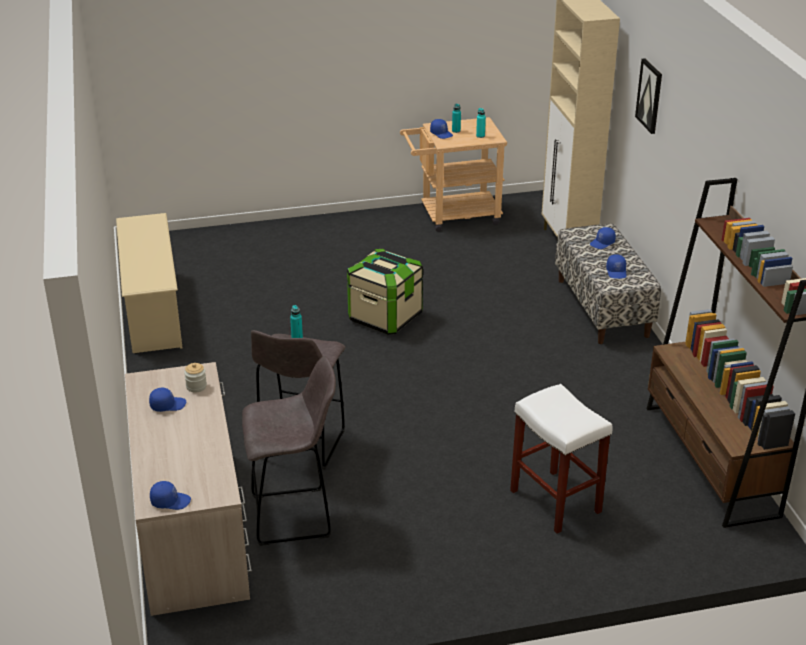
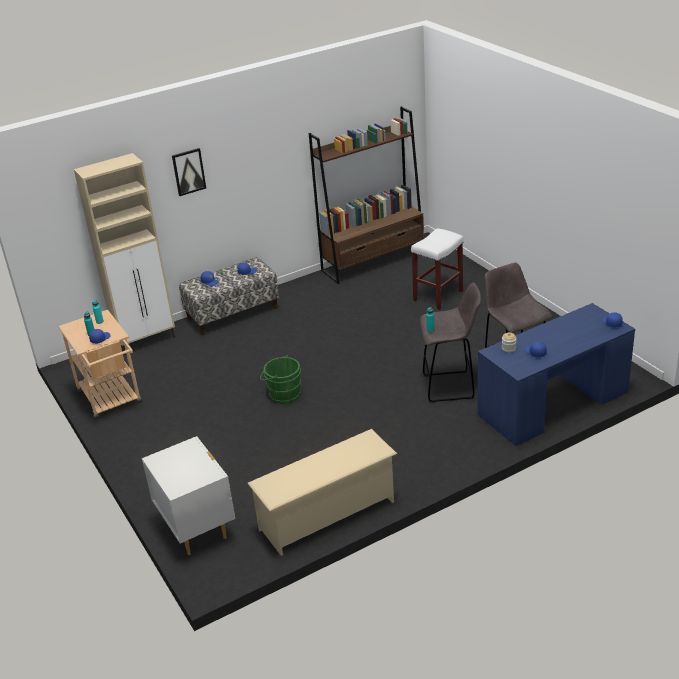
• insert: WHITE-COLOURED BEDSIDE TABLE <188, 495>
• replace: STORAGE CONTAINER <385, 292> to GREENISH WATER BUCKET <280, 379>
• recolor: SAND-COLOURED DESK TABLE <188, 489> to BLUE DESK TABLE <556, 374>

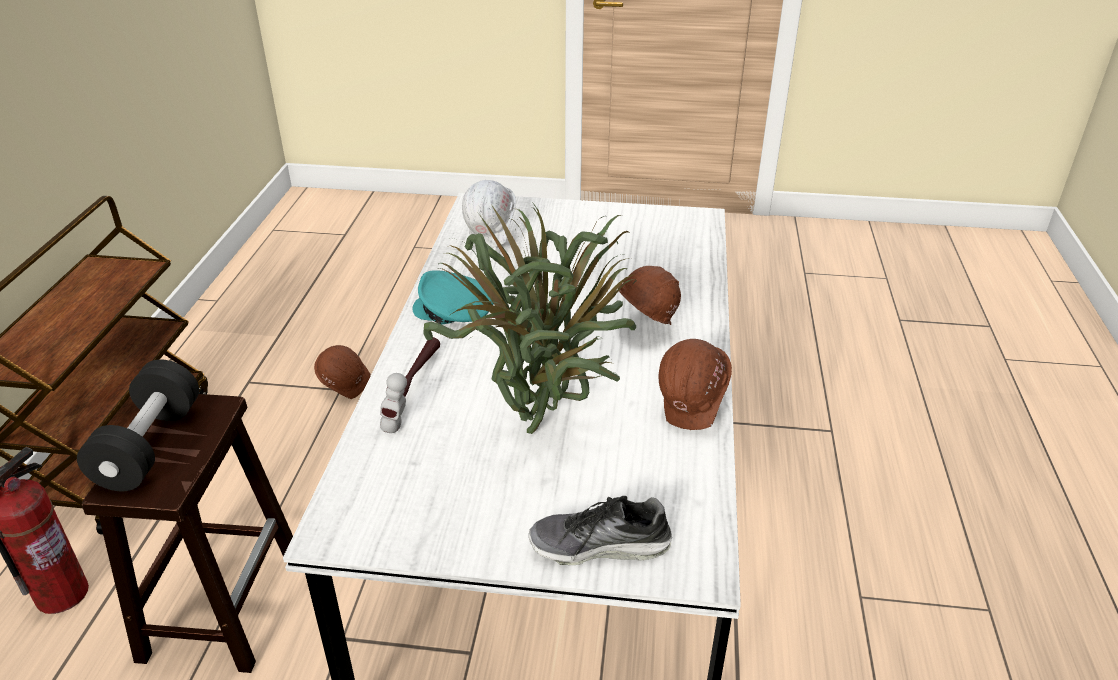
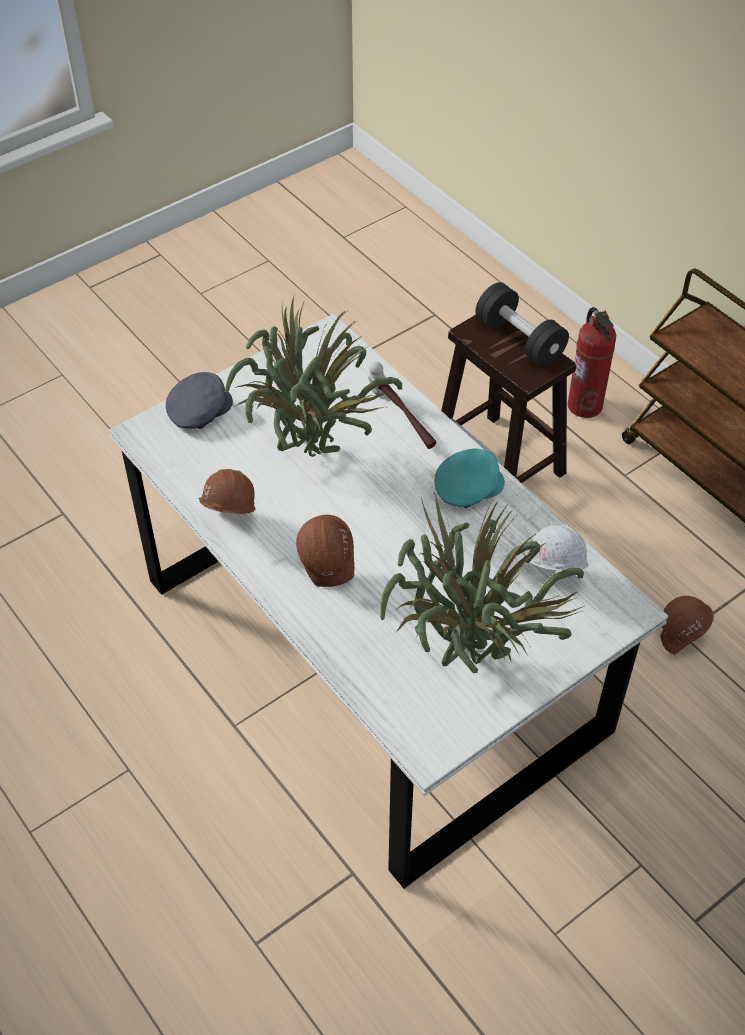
• insert: PLANT IN A POT <482, 582>
• replace: SHOE <600, 530> to GREY BASEBALL CAP <199, 400>

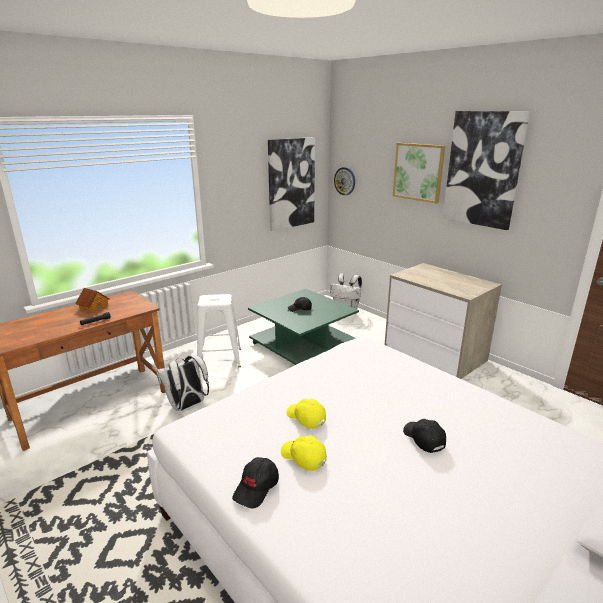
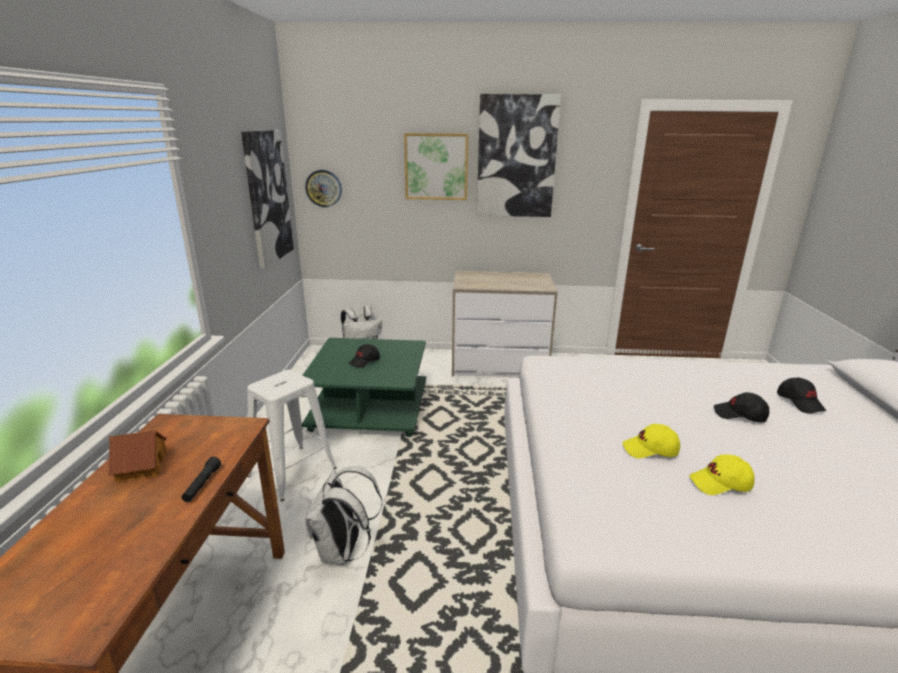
• move: BLACK-COLOURED BASEBALL CAP <255, 482> to <801, 395>

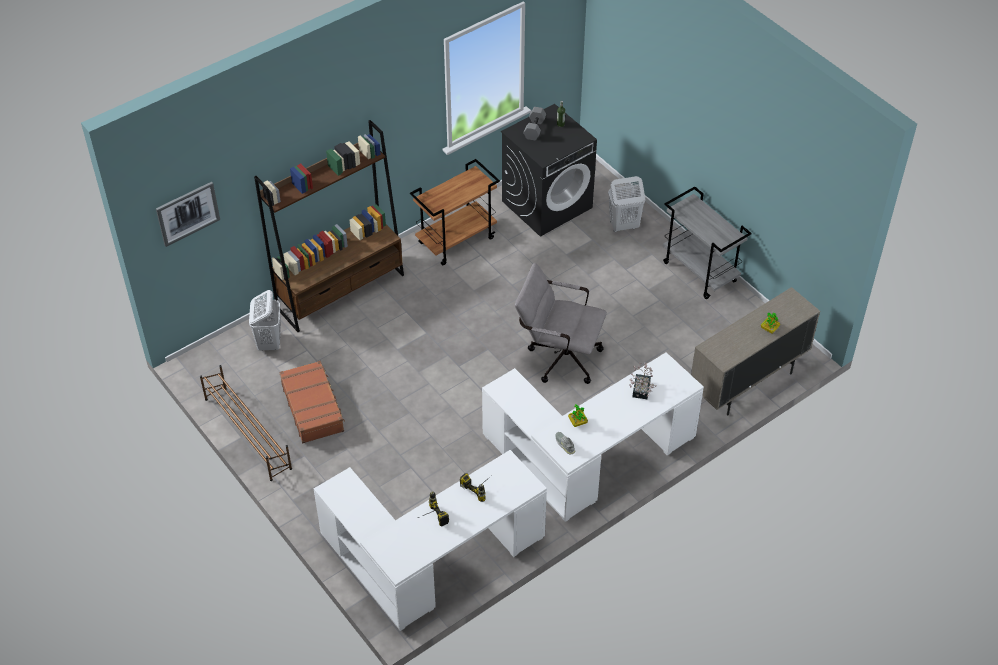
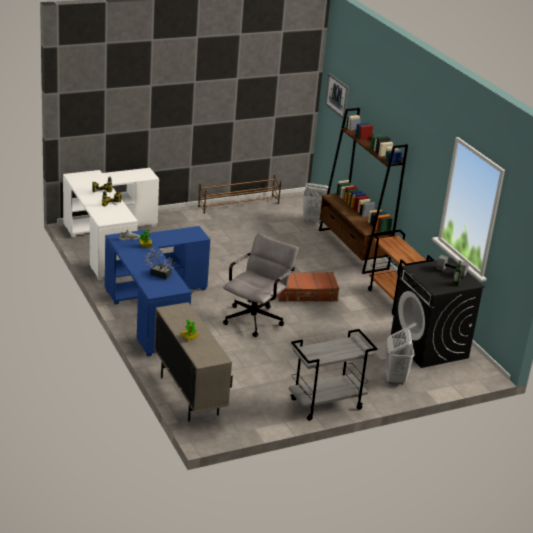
• move: BROWN PIECE OF LUGGAGE <312, 402> to <308, 287>
• recolor: WHITE-COLOURED DESK TABLE <593, 437> to BLUE DESK TABLE <157, 291>

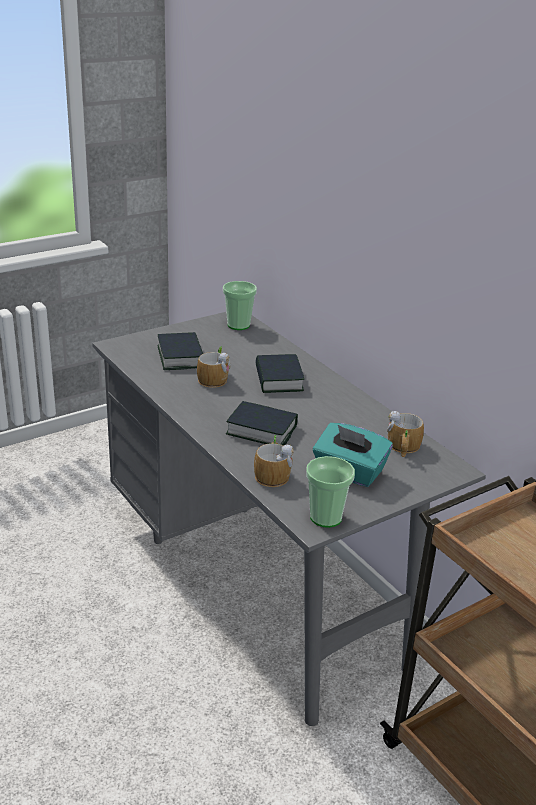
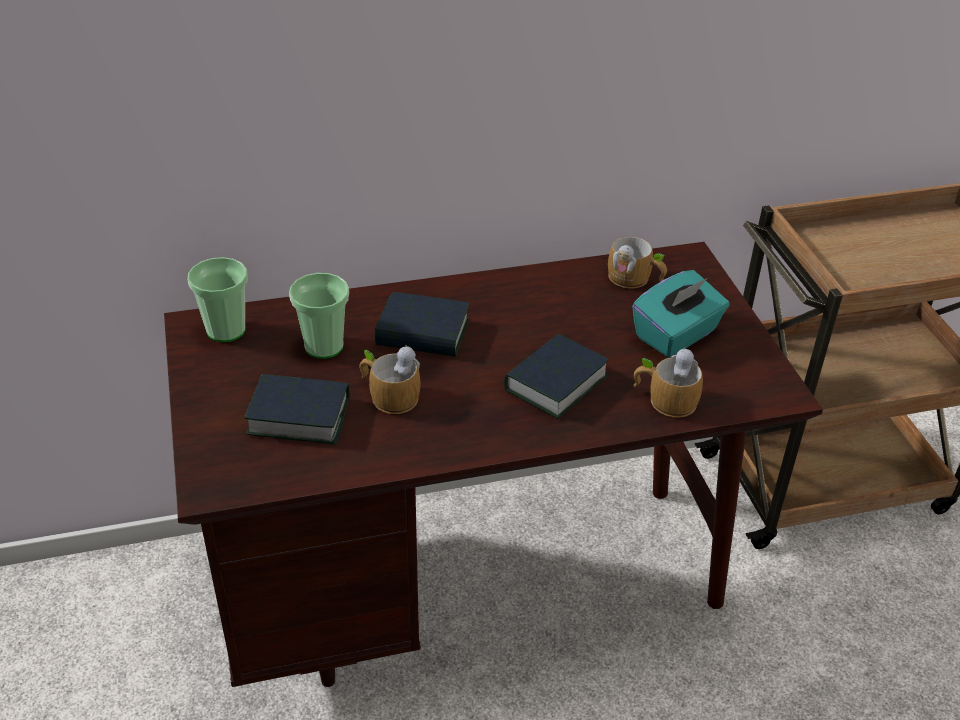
• move: CUP <330, 492> to <319, 316>
• recolor: GREY DESK TABLE <289, 519> to BROWN DESK TABLE <493, 464>

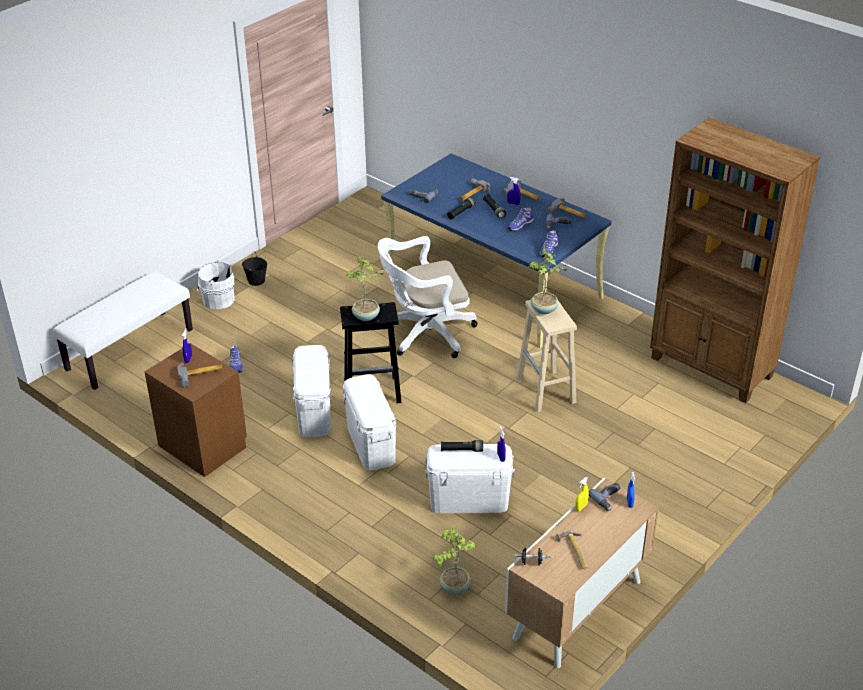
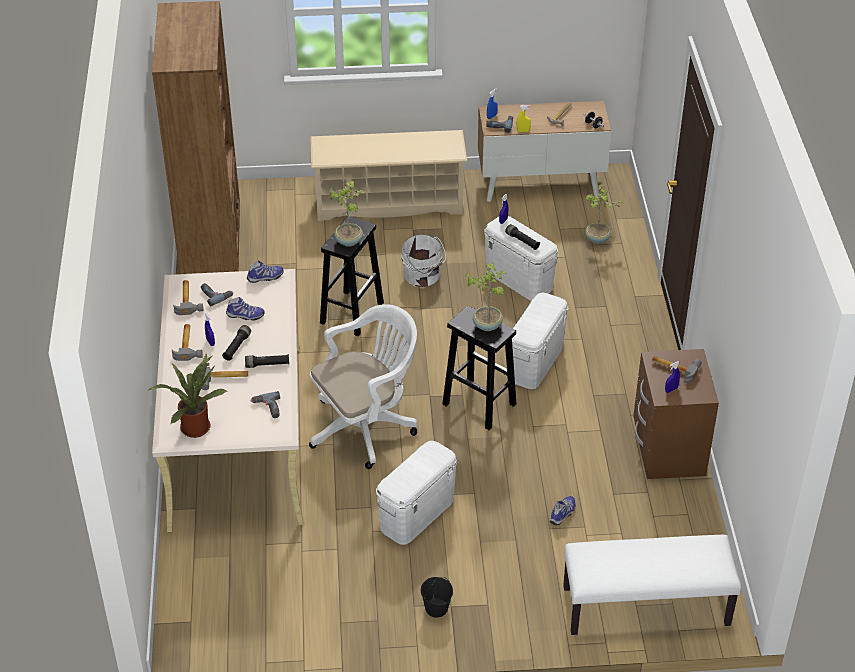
• insert: PLANT IN A POT <188, 395>
• insert: SAND-COLOURED SHOE RACK <389, 175>
• move: WHITE-COLOURED WATER BUCKET <216, 284> to <423, 260>
• move: WHITE-COLOURED STORAGE CONTAINER <312, 391> to <416, 493>
• recolor: BLUE DESK TABLE <496, 250> to SAND-COLOURED DESK TABLE <228, 400>
• recolor: SAND-COLOURED STOOL <546, 356> to BLACK-COLOURED STOOL <352, 276>
• rotate: WHITE-COLOURED OFFICE CHAIR <427, 297> = <363, 386> 60 degrees counterclockwise

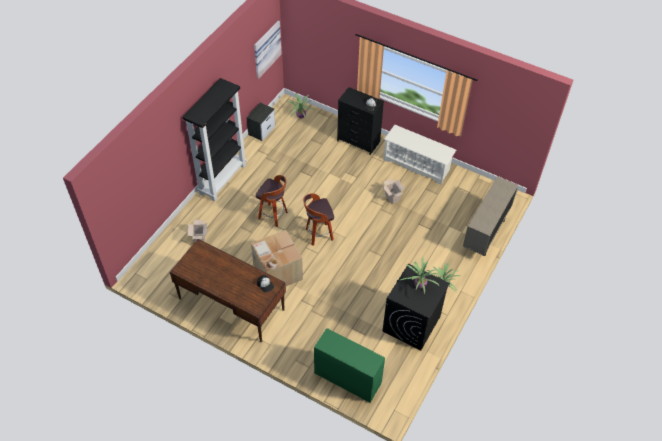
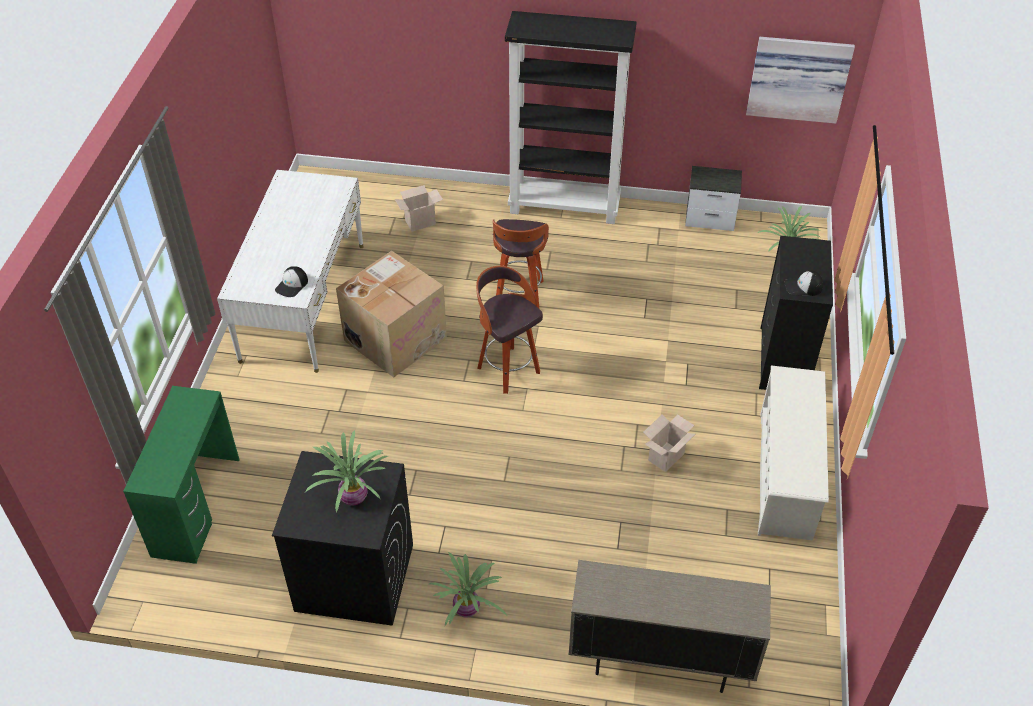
• recolor: BROWN DESK TABLE <228, 290> to WHITE-COLOURED DESK TABLE <290, 271>

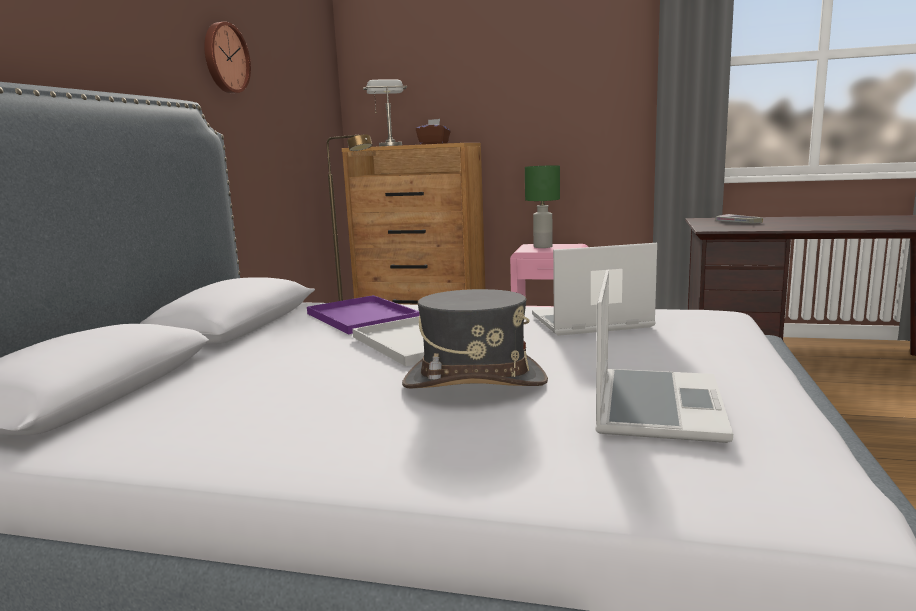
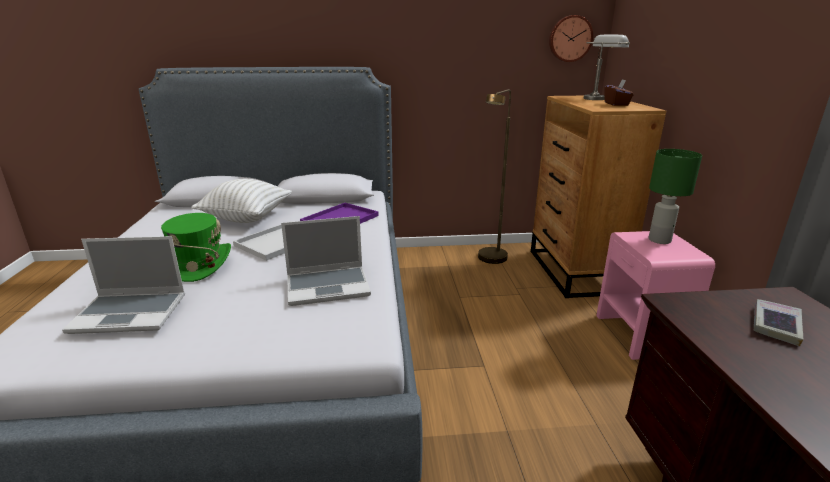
• insert: WHITE-COLOURED THROW PILLOW <241, 201>
• move: CLOCK ON THE WALL <227, 57> to <571, 38>
• recolor: GREY HAT <475, 338> to GREENISH HAT <196, 247>
• rotate: NOTEBOOK COMPUTER <594, 289> = <326, 261> 105 degrees clockwise

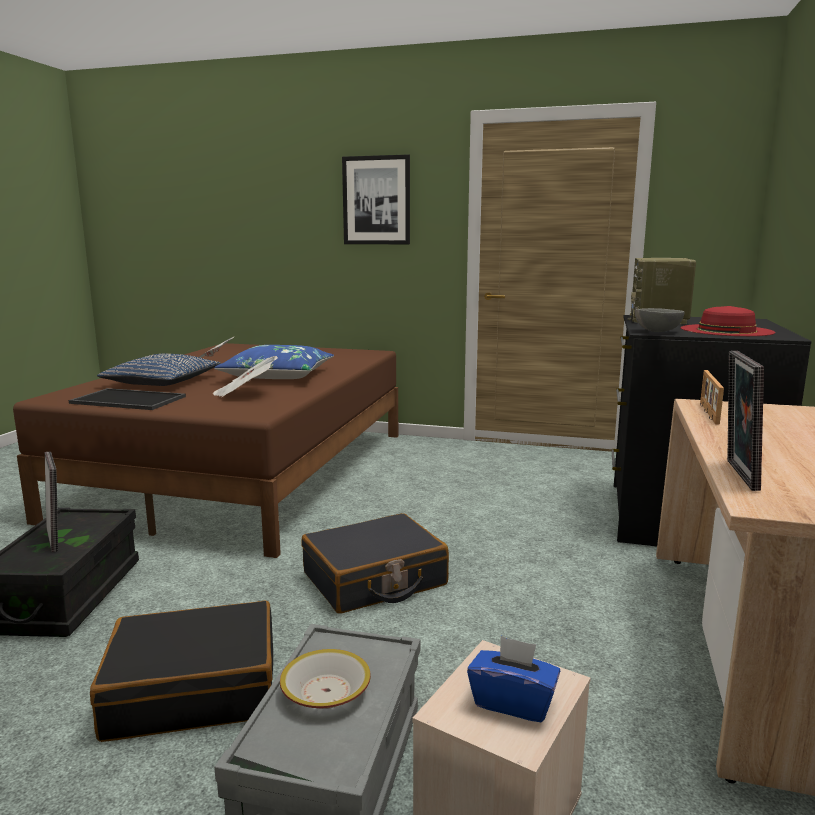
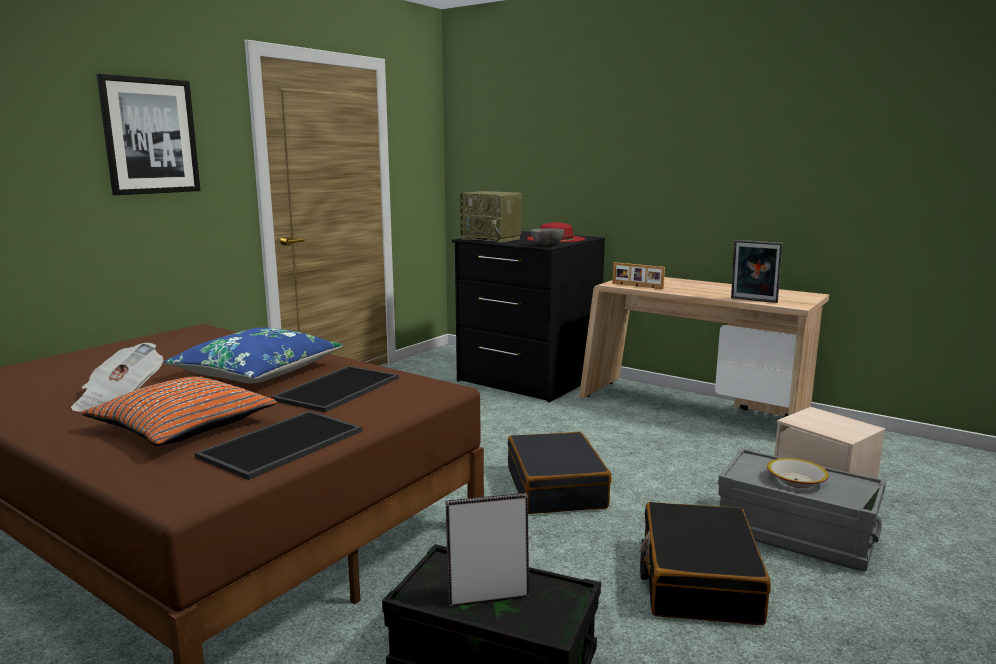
• delete: BLUE TISSUE HOLDER <513, 679>
• replace: DAILY PAPER <245, 376> to SERVING TRAY <335, 389>
• recolor: BLUE THROW PILLOW <159, 370> to ORANGEY THROW PILLOW <179, 411>

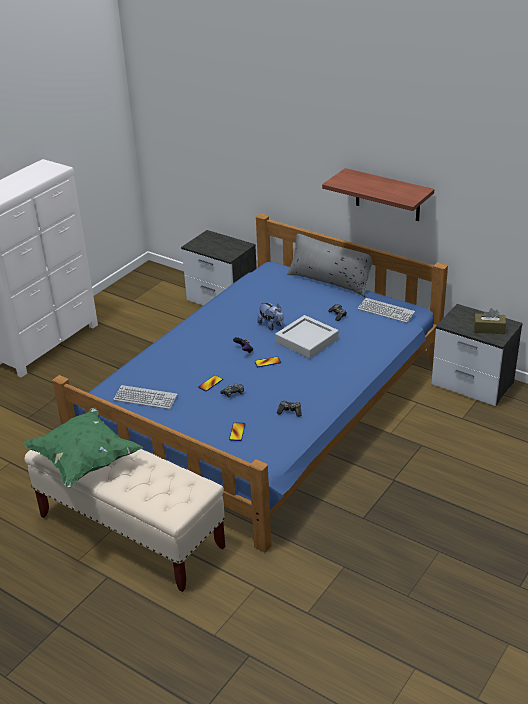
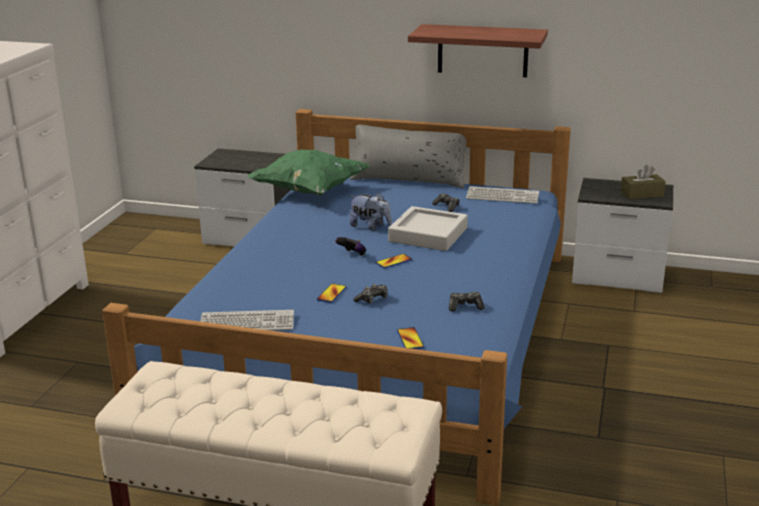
• move: GREENISH THROW PILLOW <83, 448> to <309, 173>

